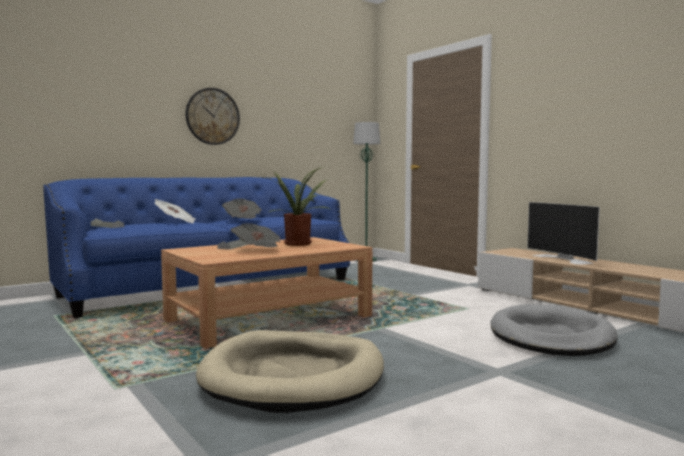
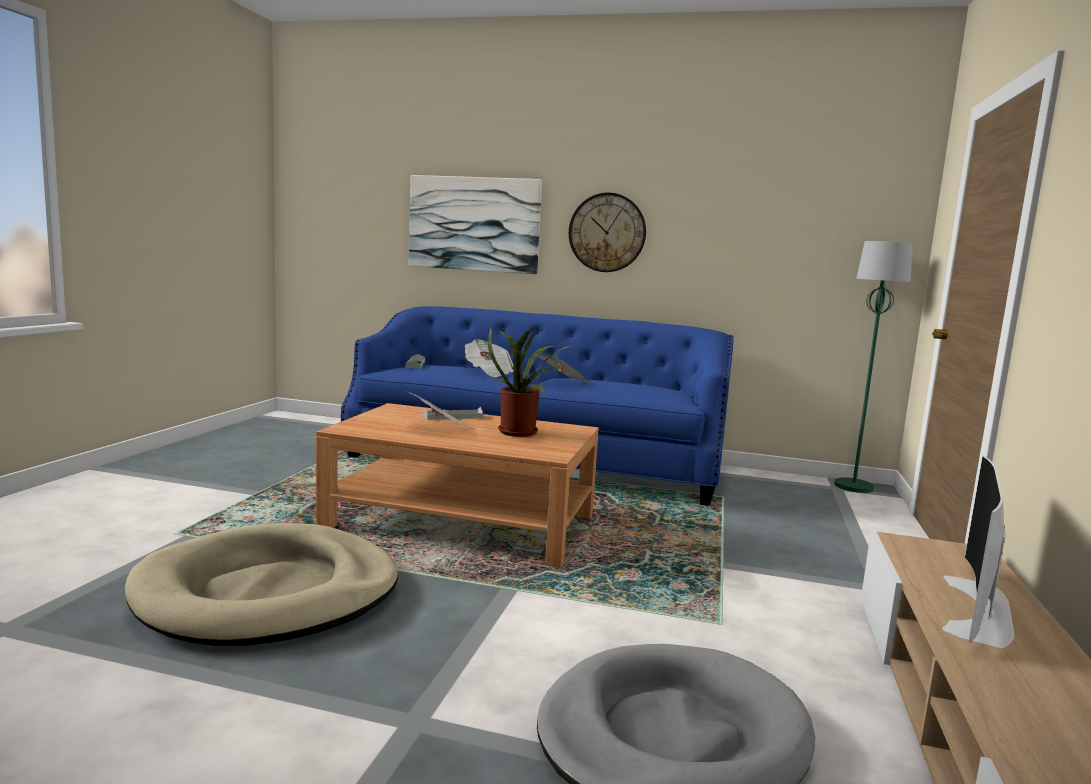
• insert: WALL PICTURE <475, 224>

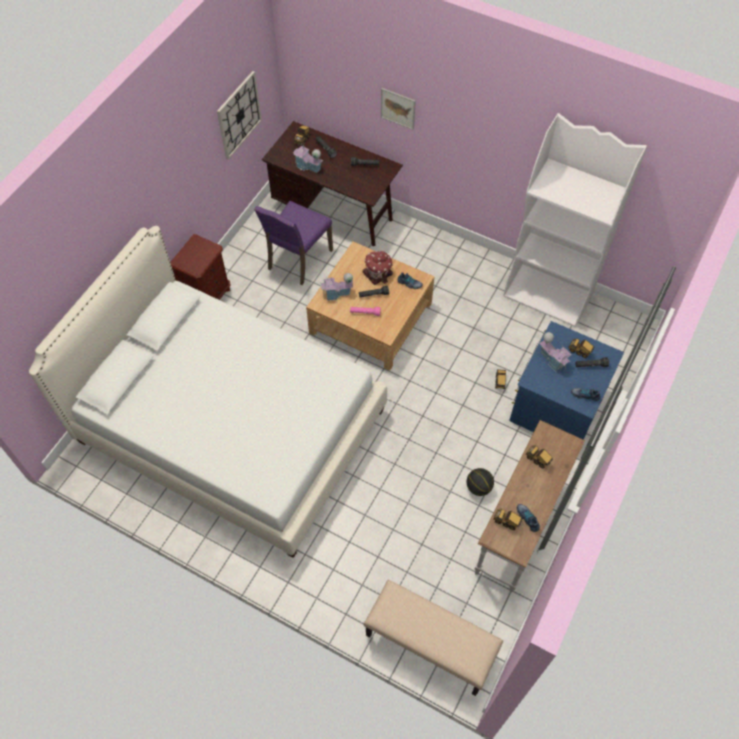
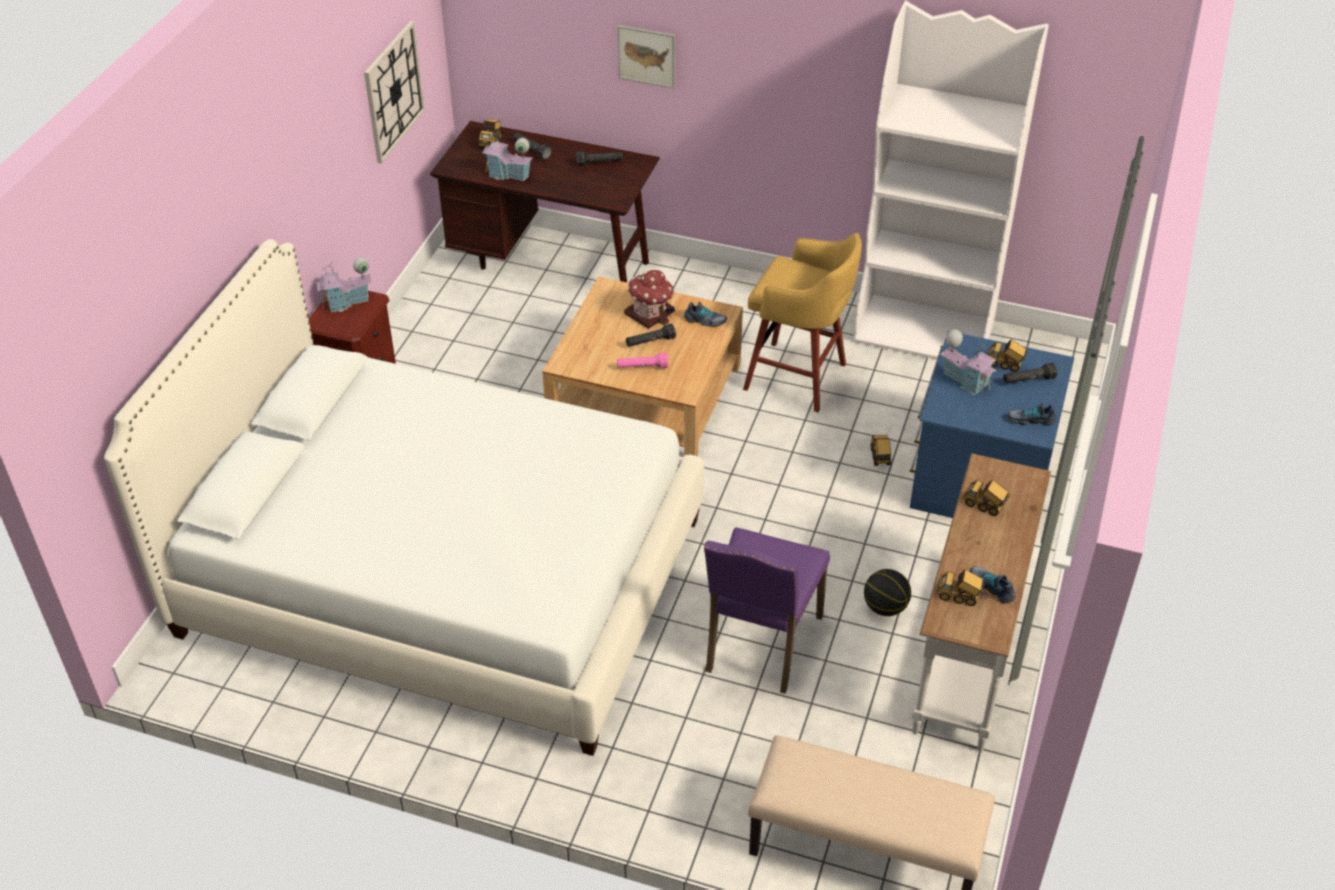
• insert: YELLOW-COLOURED STOOL <802, 322>
• move: PURPLE-COLOURED UPRIGHT CHAIR <293, 243> to <767, 610>
• move: TOY HOUSE <336, 287> to <343, 284>

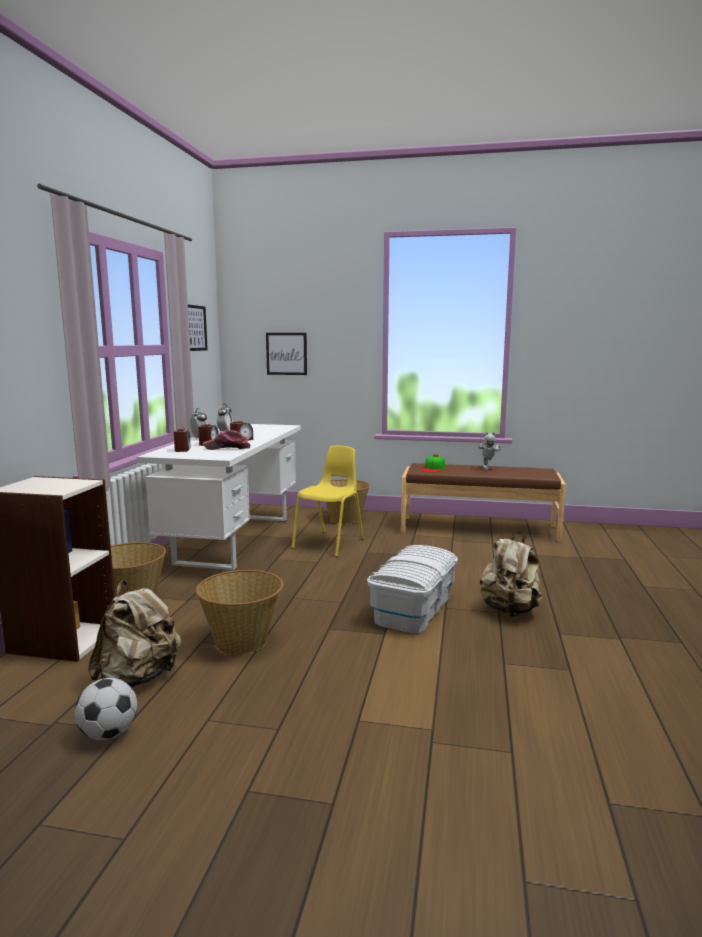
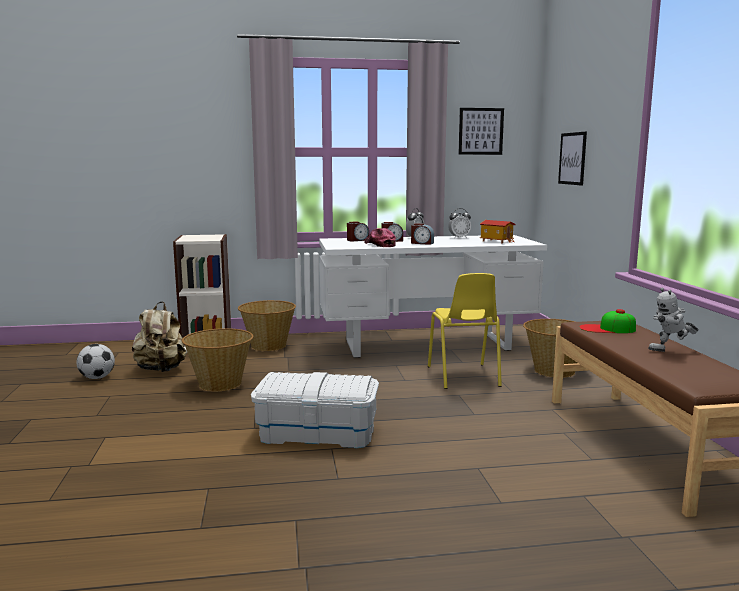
• delete: SAND-COLOURED RUCKSACK <511, 574>
• insert: TOY HOUSE <497, 231>
• rotate: YELLOW-COLOURED UPRIGHT CHAIR <328, 501> = <465, 331> 75 degrees clockwise

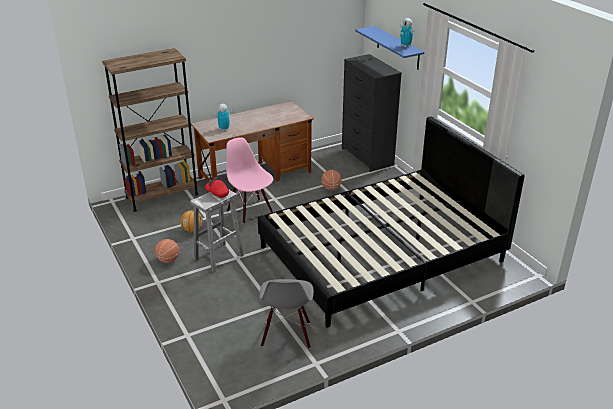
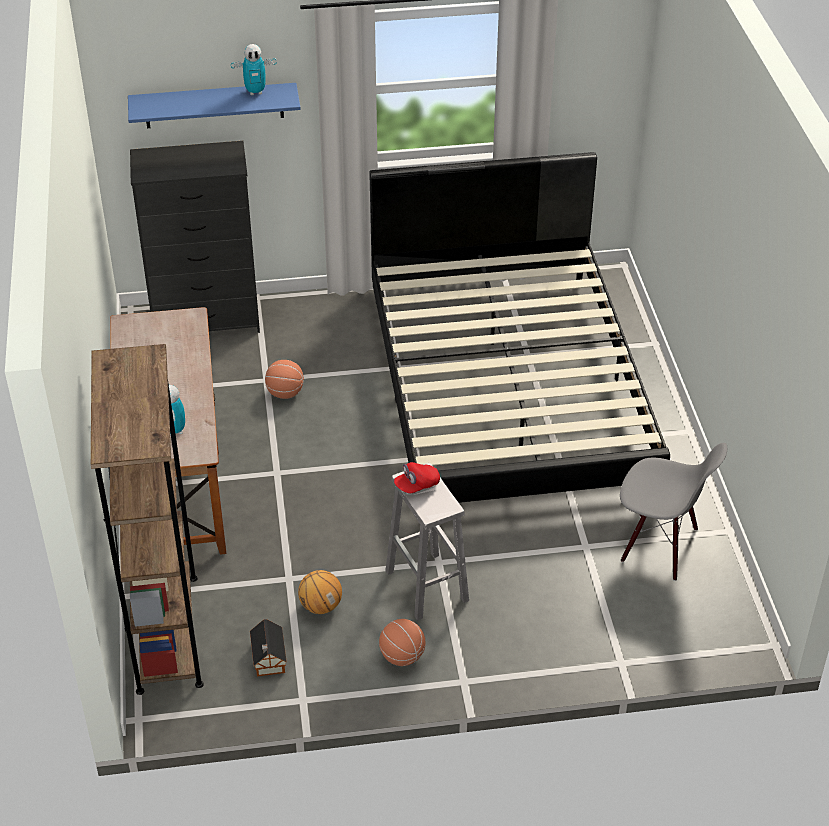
• delete: PINK-COLOURED UPRIGHT CHAIR <249, 180>
• insert: TOY HOUSE <268, 647>

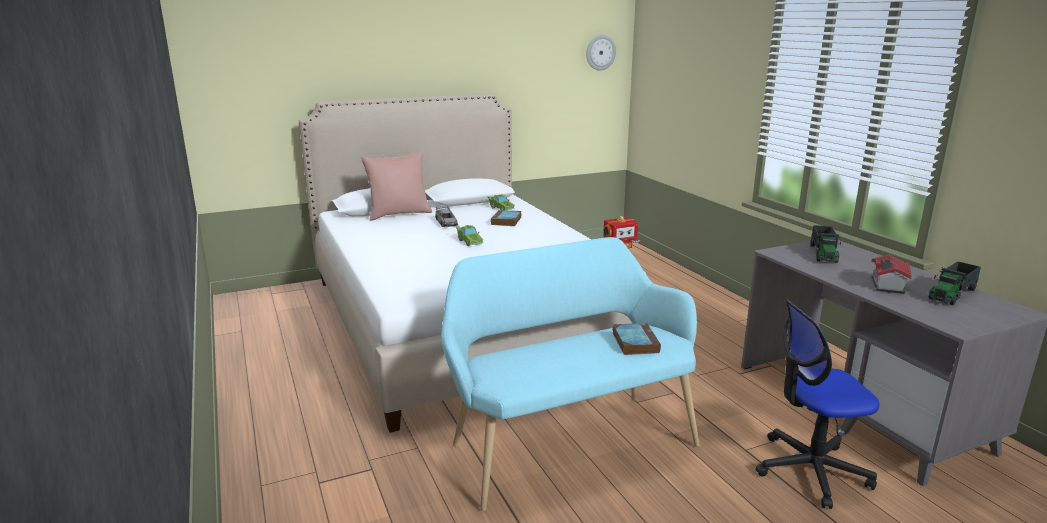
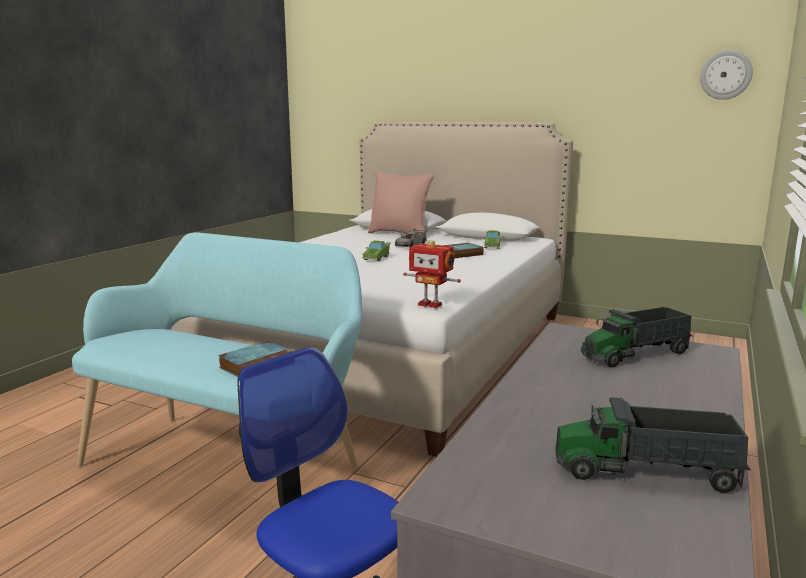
• delete: TOY HOUSE <891, 274>

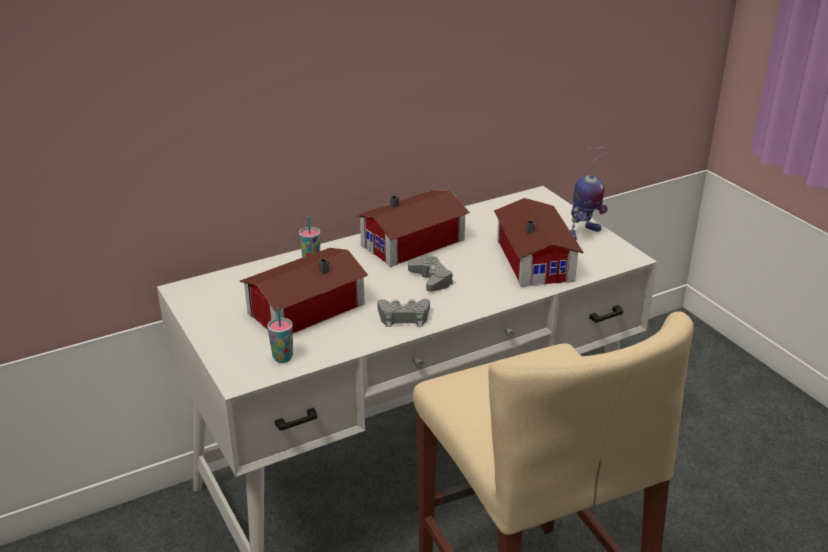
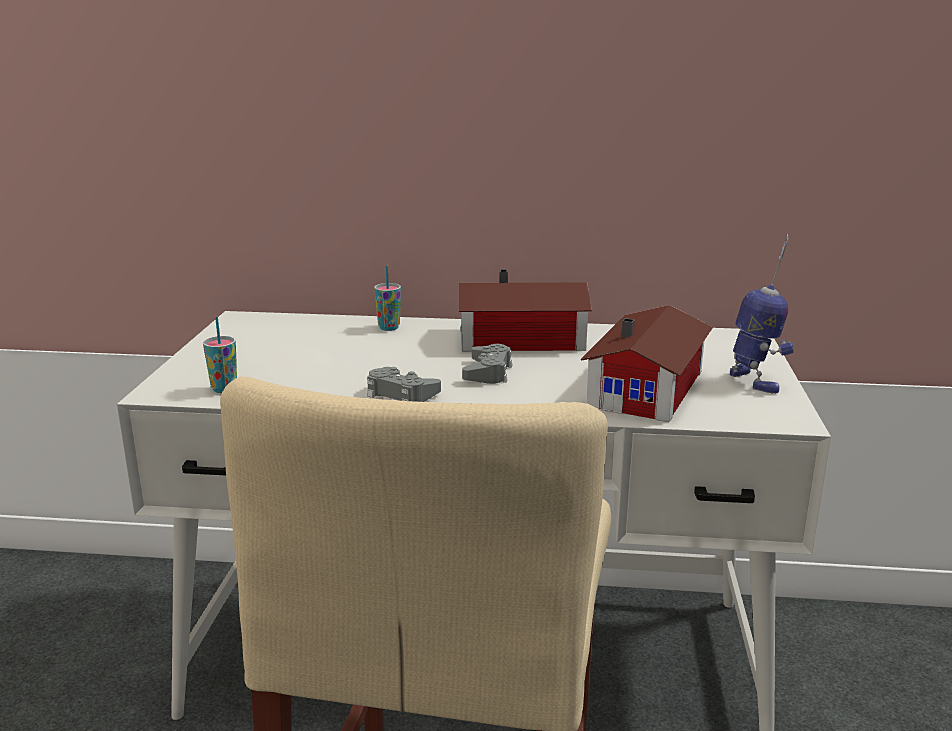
• delete: TOY HOUSE <304, 290>
• rotate: TOY ROBOT <588, 193> = <762, 314> 105 degrees counterclockwise

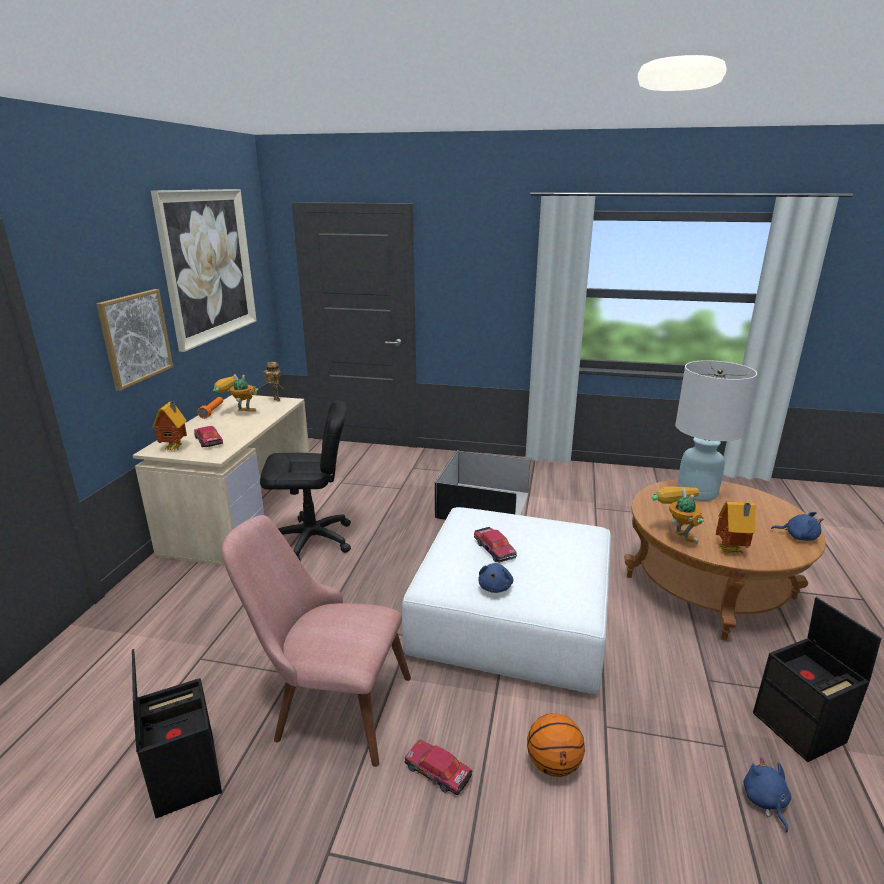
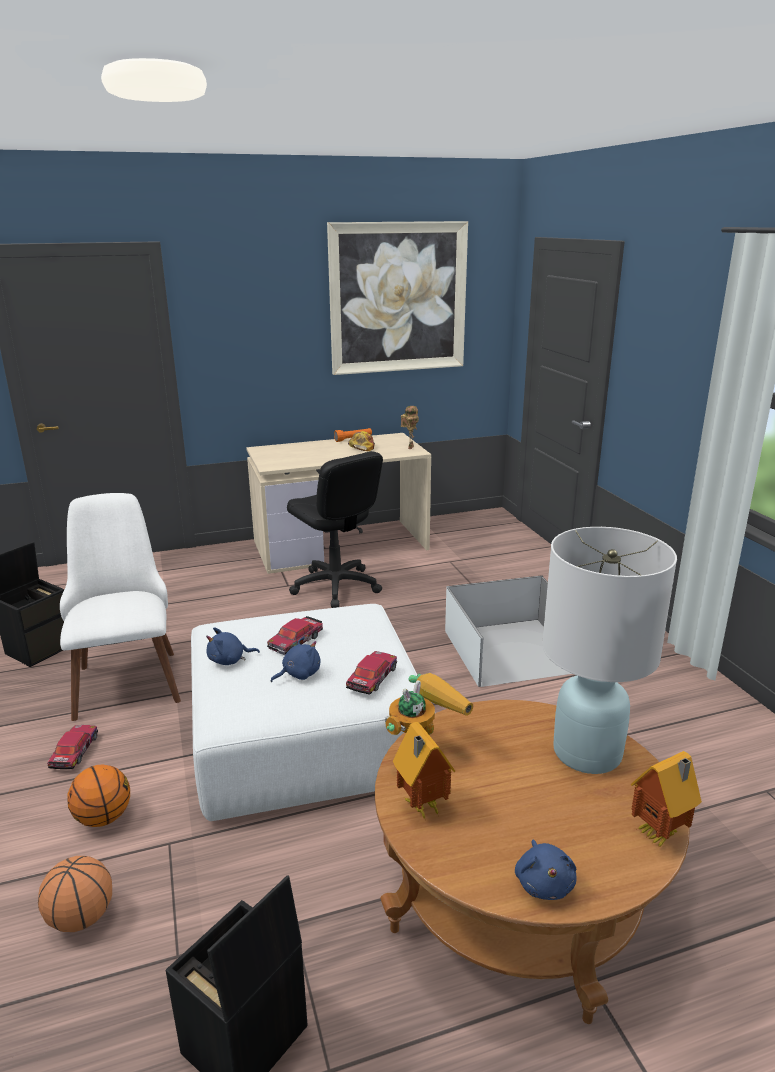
• delete: WALL PICTURE <134, 339>
• insert: BASKETBALL BALL <75, 894>
• move: TOY HOUSE <169, 426> to <666, 799>
• move: TOY CAR <208, 436> to <371, 673>
• move: BLUE PLUSH TOY <767, 794> to <296, 659>
• replace: TOY ROBOT <235, 393> to BASEBALL CAP <361, 441>
• recolor: PINK-COLOURED UPRIGHT CHAIR <316, 641> to WHITE-COLOURED UPRIGHT CHAIR <120, 607>
• recolor: BLACK-COLOURED STORAGE CONTAINER <482, 485> to WHITE-COLOURED STORAGE CONTAINER <508, 631>

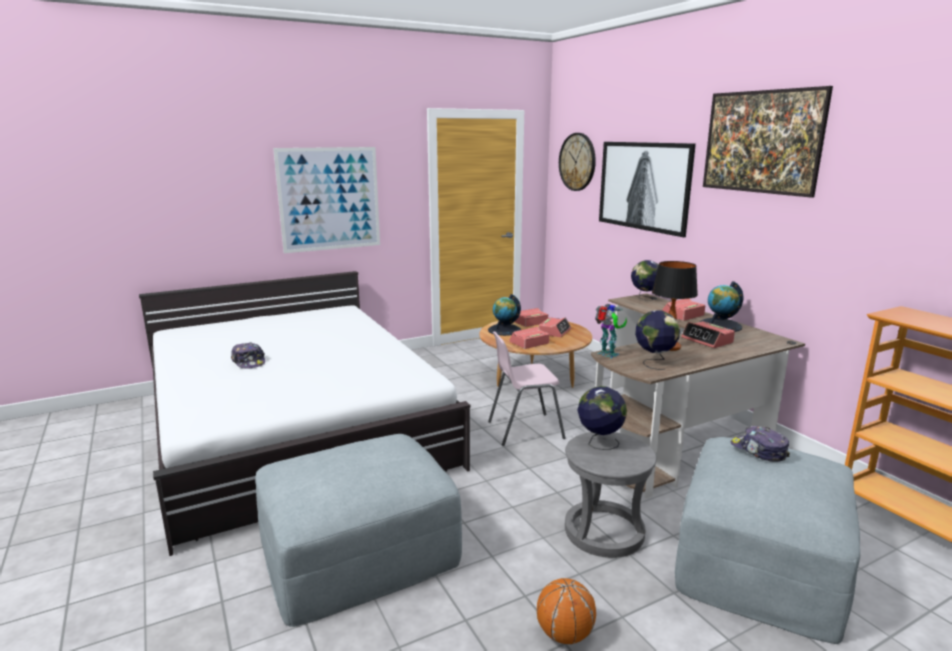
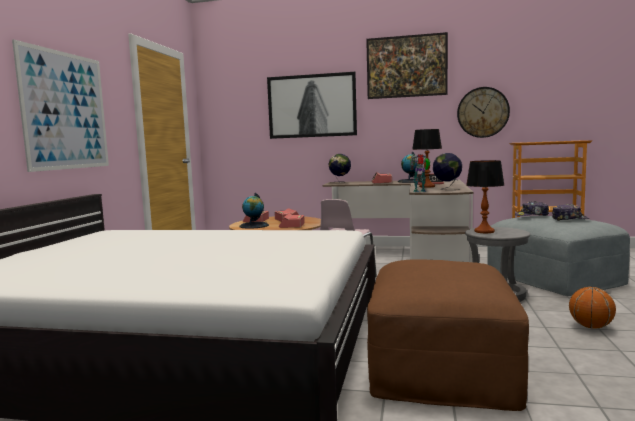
• move: BASEBALL CAP <248, 355> to <570, 212>
• move: CLOCK ON THE WALL <577, 162> to <483, 112>
• replace: DESK GLOBE <602, 418> to TABLETOP LAMP <485, 196>
• recolor: GREY OTTOMAN <358, 530> to BROWN OTTOMAN <448, 335>

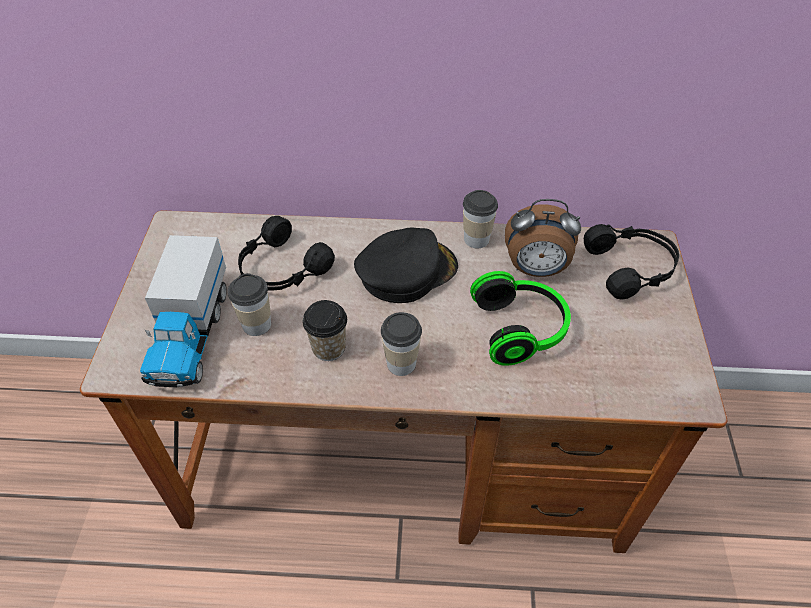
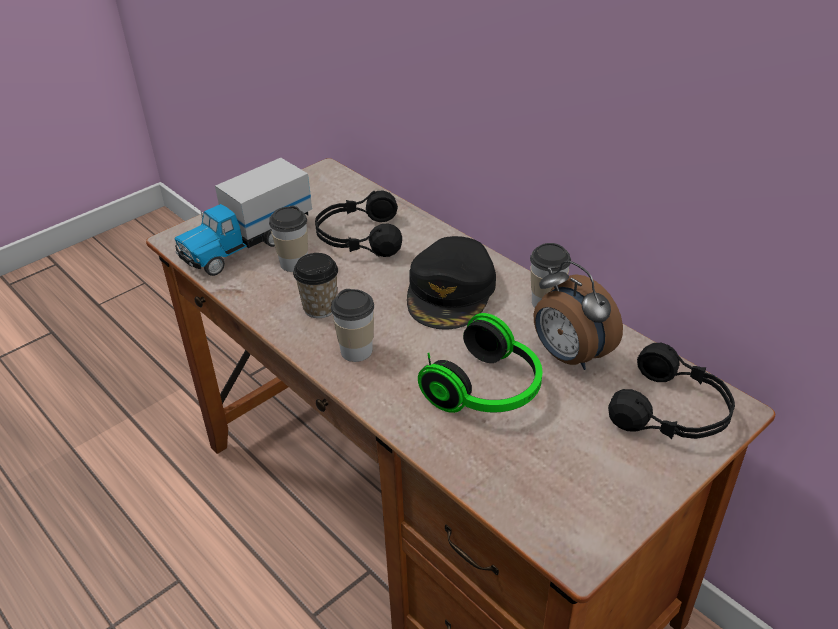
• rotate: BLACK-COLOURED BASEBALL CAP <406, 265> = <451, 282> 90 degrees clockwise

